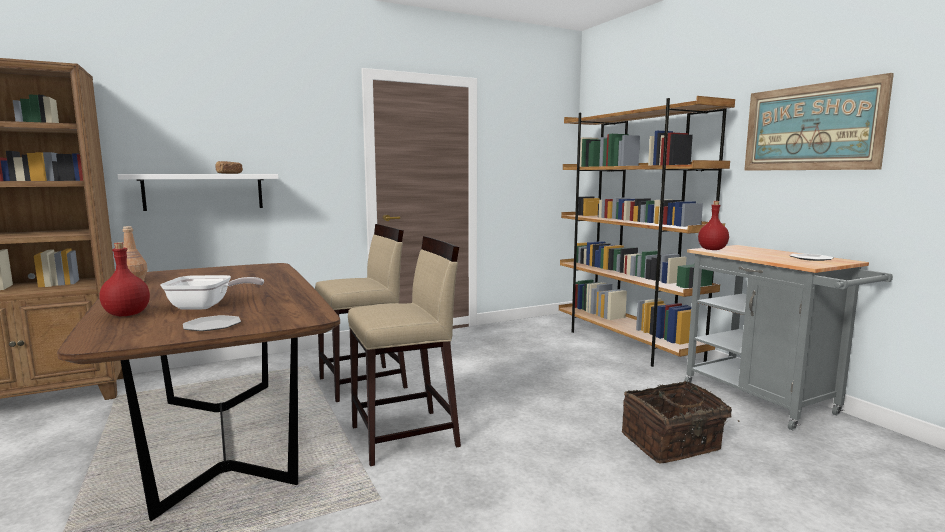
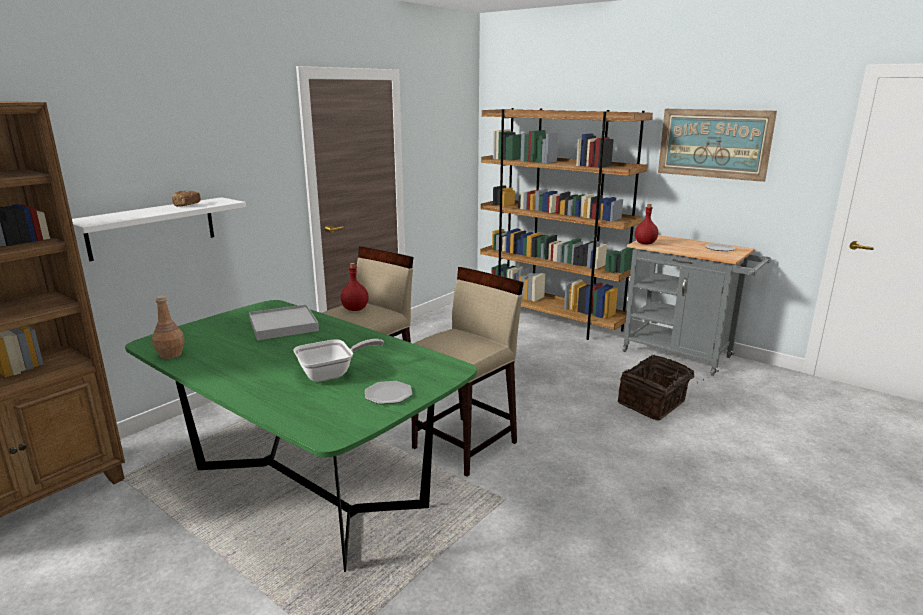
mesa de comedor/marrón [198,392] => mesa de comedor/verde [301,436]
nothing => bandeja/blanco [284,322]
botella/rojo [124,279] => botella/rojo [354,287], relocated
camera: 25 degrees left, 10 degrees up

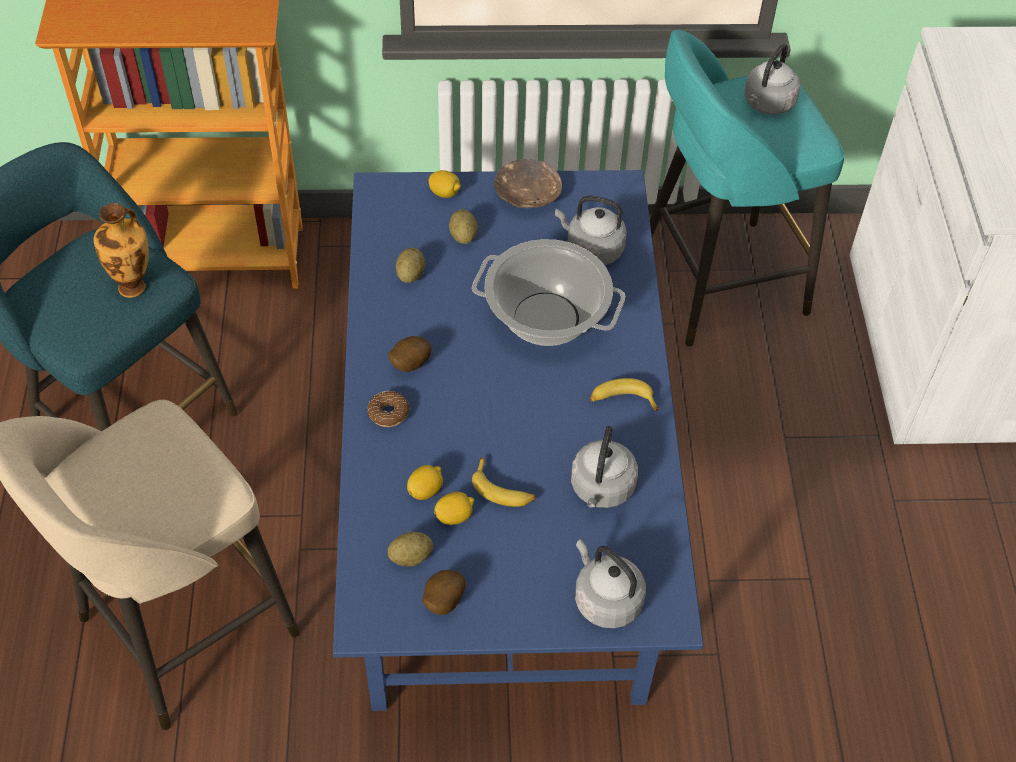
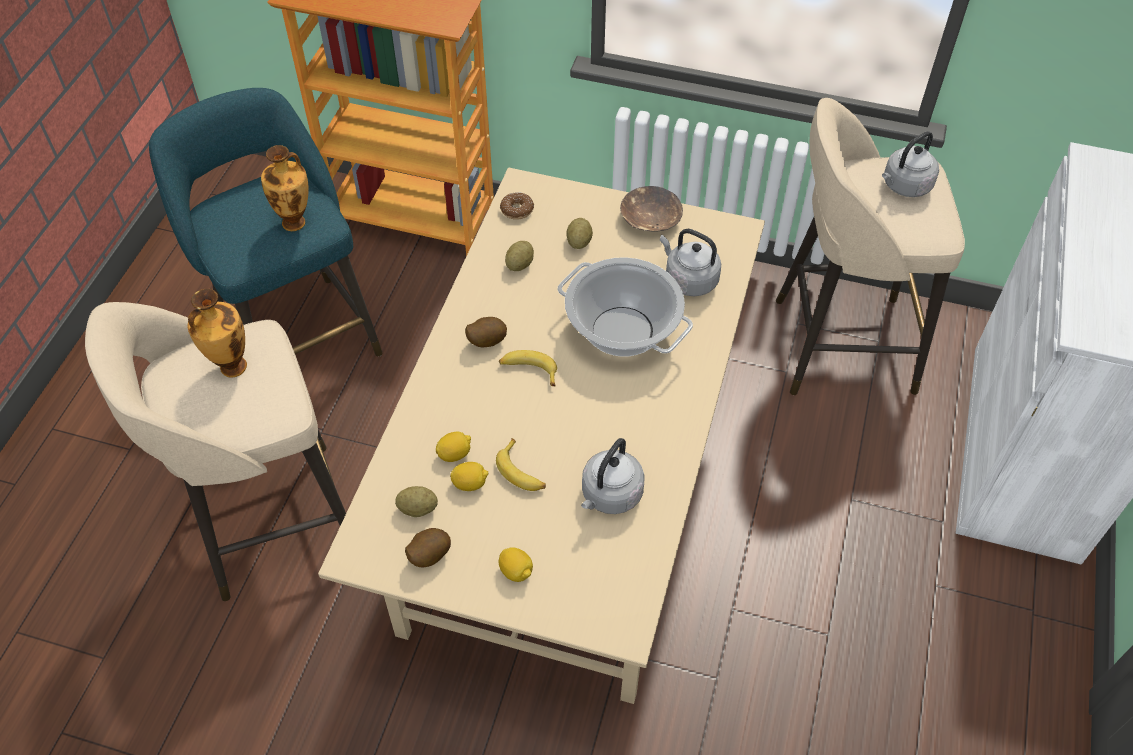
nothing => florero [217,333]
mesa de comedor/azul [518,440] => mesa de comedor/beis [541,435]
plátano [624,394] => plátano [528,368], relocated
limón [445,184] => limón [516,564], relocated
rosquilla [389,409] => rosquilla [517,206], relocated
taburete/turquesa [747,188] => taburete/beis [870,246]
hervidor/gris [610,583] => nothing
camera: 20 degrees right, 0 degrees up

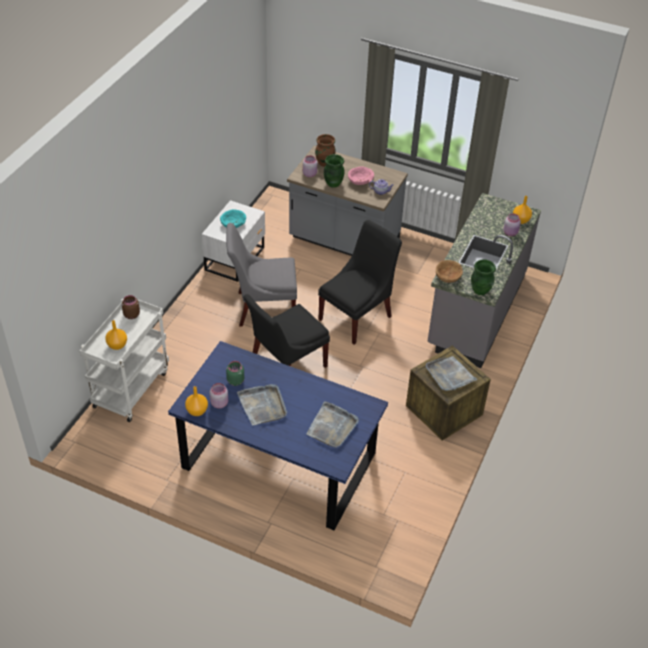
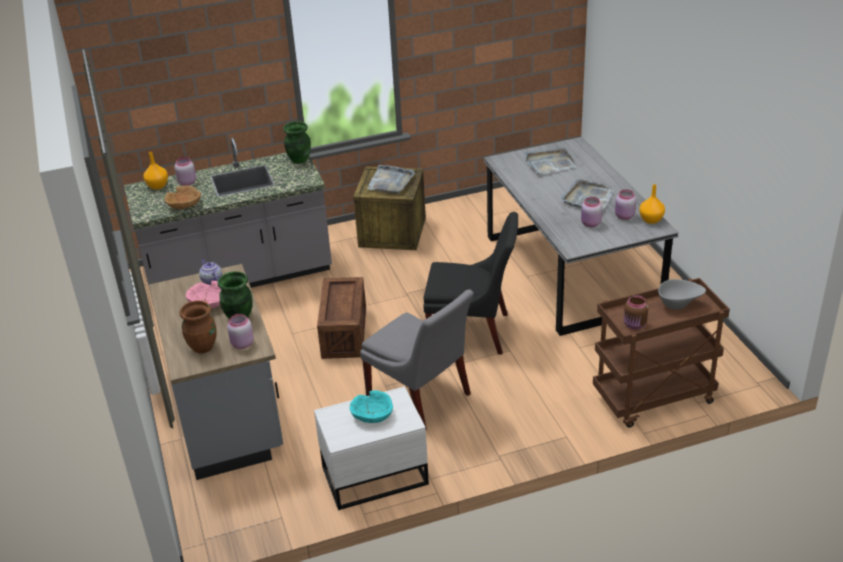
cuenco/marrón [449,271] => cuenco/marrón [182,197], relocated
silla/negro [360,282] => caja de embalaje [341,318]
mesa de comedor/azul [278,435] => mesa de comedor/gris [581,236]
tarro/verde [235,373] => tarro/rosa [591,212]
carrito/blanco [124,360] => carrito/marrón [661,353]
florero/naranja [116,335] => cuenco/gris [682,294]
camera: 130 degrees left, 10 degrees down

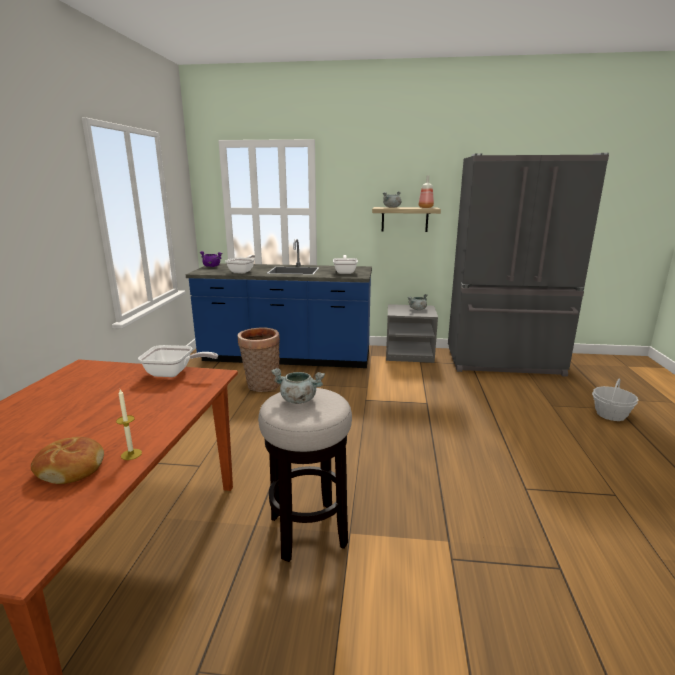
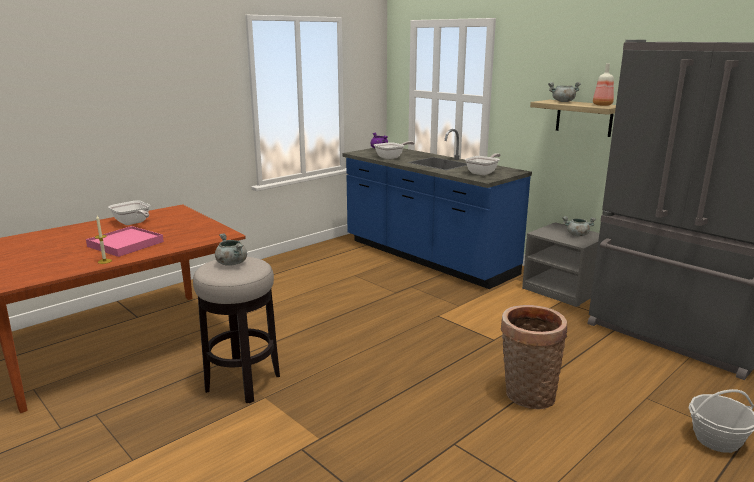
nothing => bandeja/rosa [125,241]
sartén [178,361] => sartén [129,212], relocated
cesta [259,359] => cesta [534,357], relocated
pan [67,460] => nothing
camera: 40 degrees right, 0 degrees up

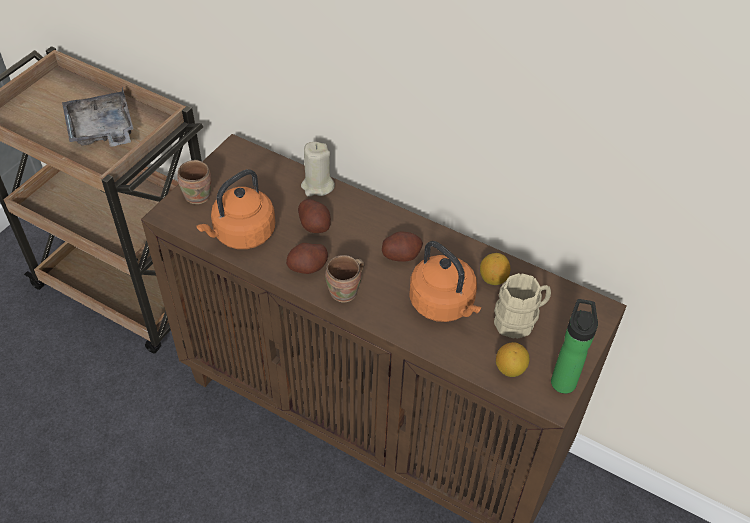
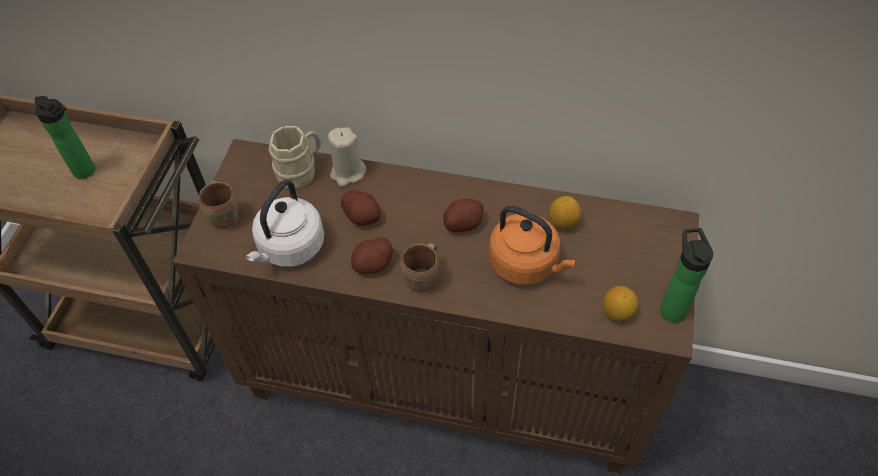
bandeja/gris [97,117] => botella [65,137]
hervidor/naranja [236,209] => hervidor/blanco [285,223]
taza grande/beis [522,306] => taza grande/beis [295,157], relocated
camera: 15 degrees left, 5 degrees up

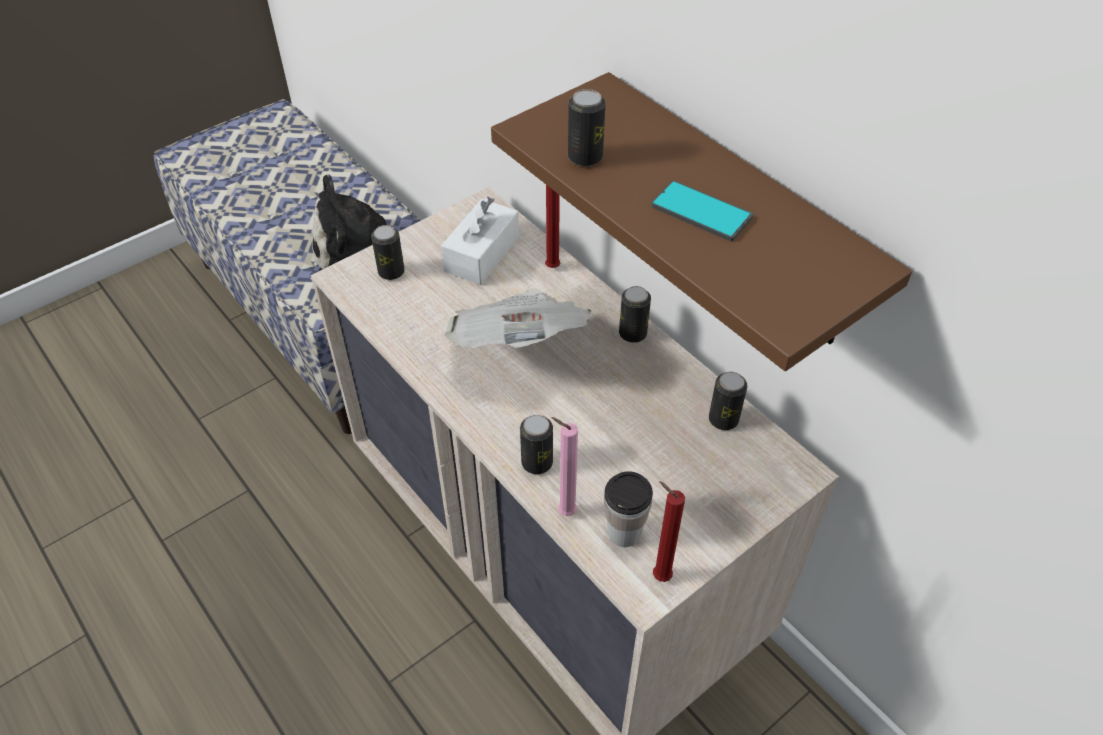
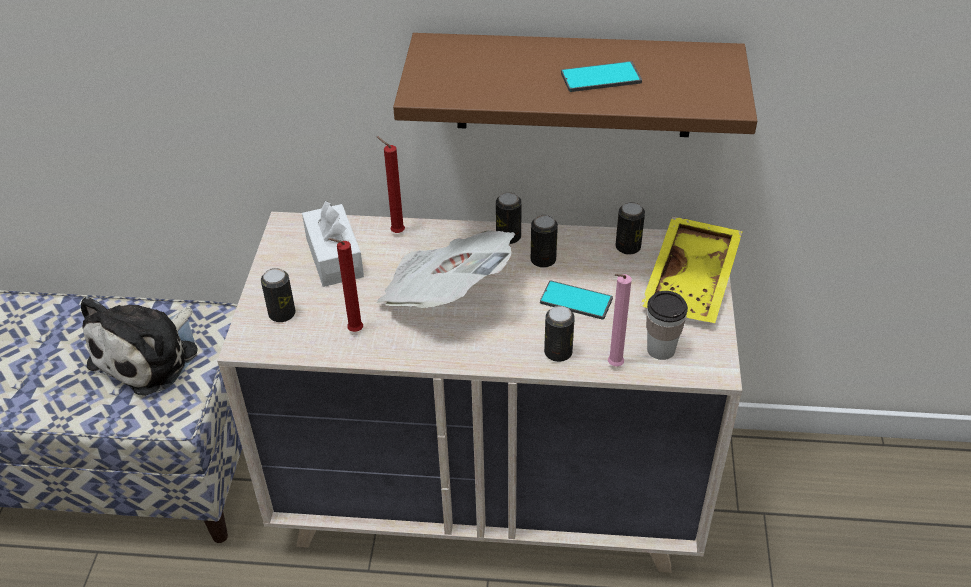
vela/rojo [669,531] => vela/rojo [346,285], relocated
lata [587,128] => lata [544,241], relocated
nothing => móvil [576,300]
nothing => bandeja/amarillo [691,269]
camera: 45 degrees left, 5 degrees down

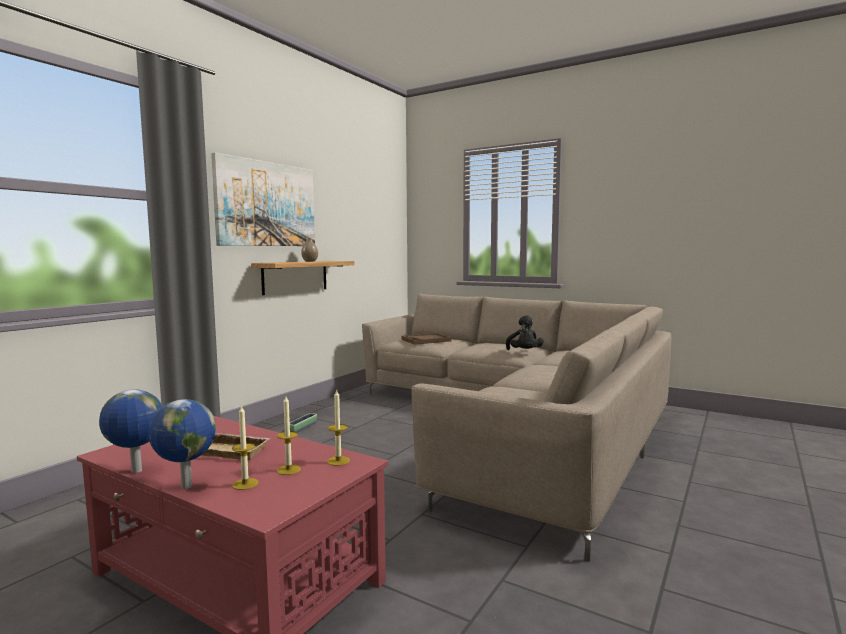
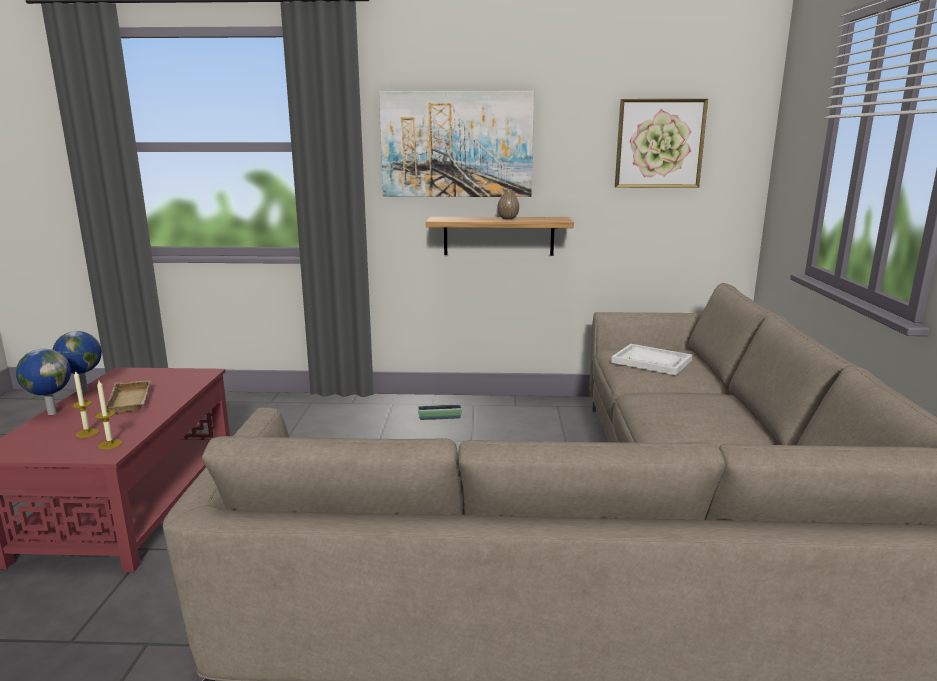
bandeja/marrón [426,339] => bandeja/blanco [651,359]
nothing => cuadro [661,143]
vela [245,447] => nothing
peluche/negro [525,332] => nothing
camera: 60 degrees right, 10 degrees up

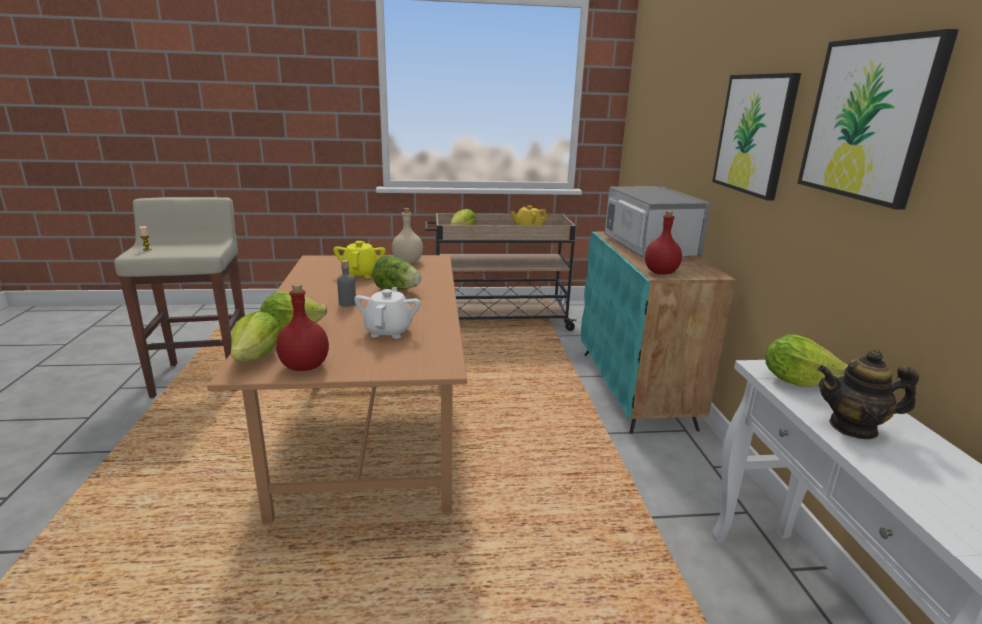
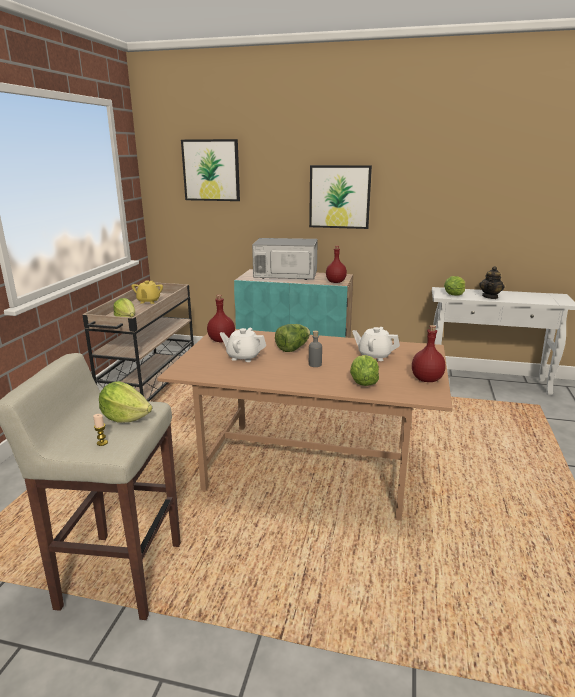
lechuga [255,336] => lechuga [125,401], relocated
cuadro [878,119] => cuadro [210,170], relocated
botella/beis [407,235] => botella/rojo [221,318]
tetera/amarillo [359,259] => tetera/blanco [243,345]
camera: 70 degrees left, 0 degrees up

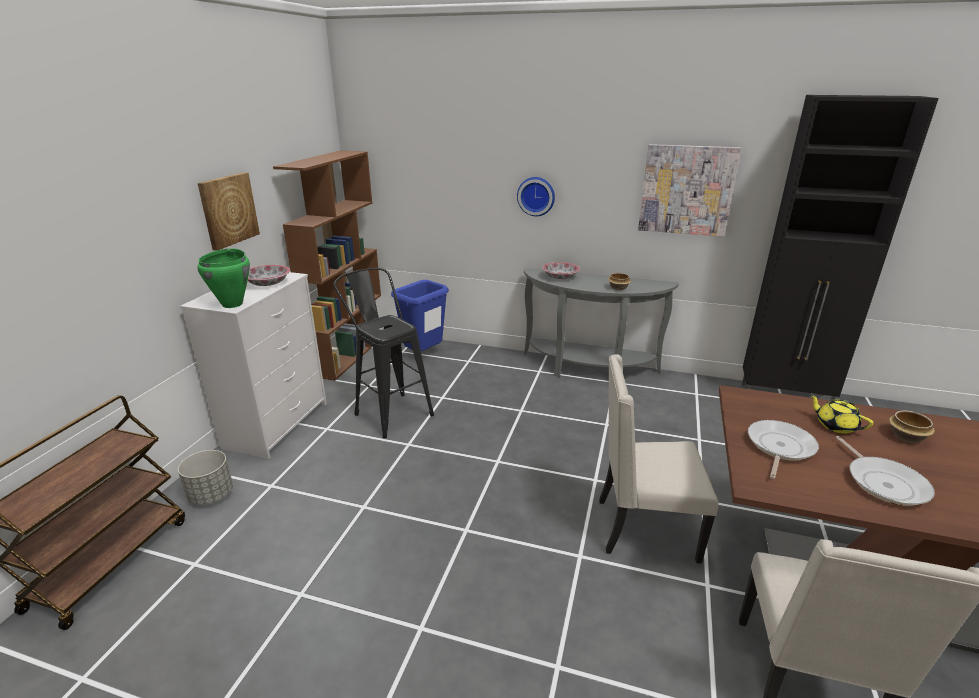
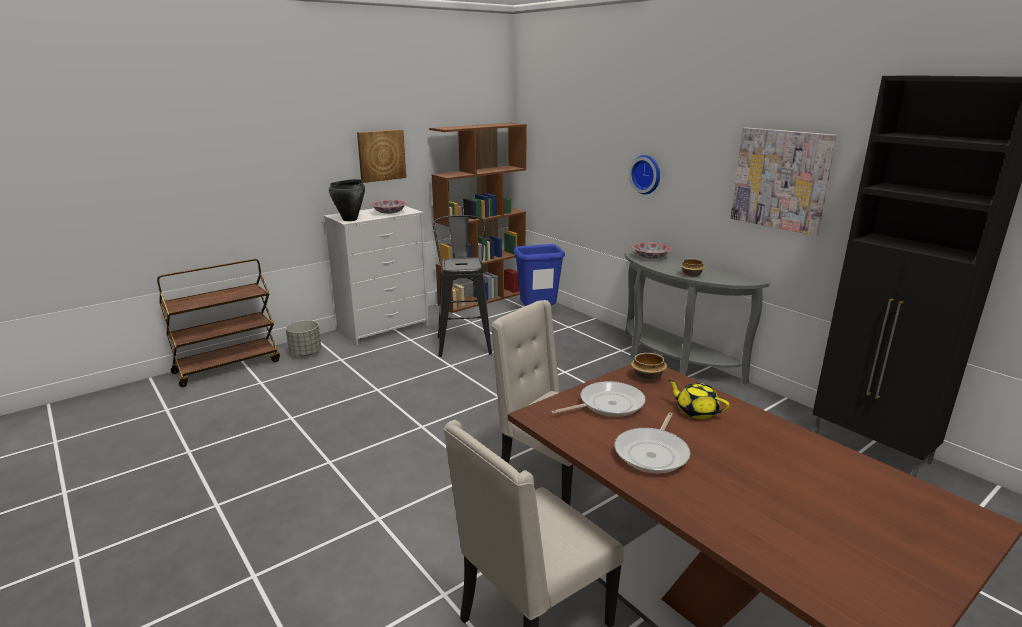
olla/verde [224,278] => olla/negro [347,200]
cuenco [912,426] => cuenco [649,367], relocated
tetera/amarillo [841,414] => tetera/amarillo [699,399], 45 degrees counterclockwise
camera: 35 degrees right, 5 degrees down

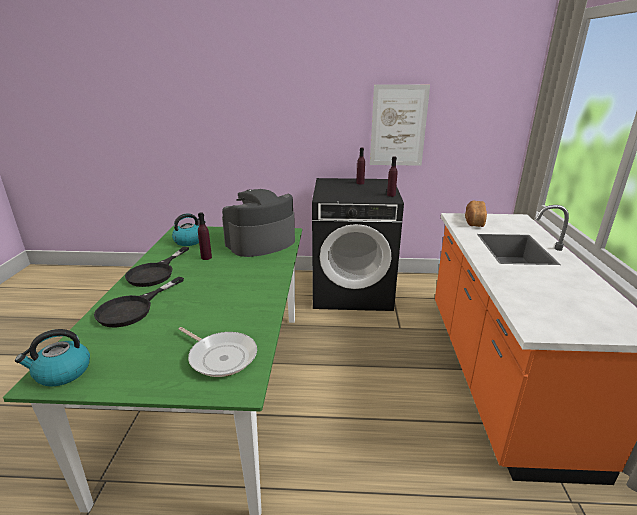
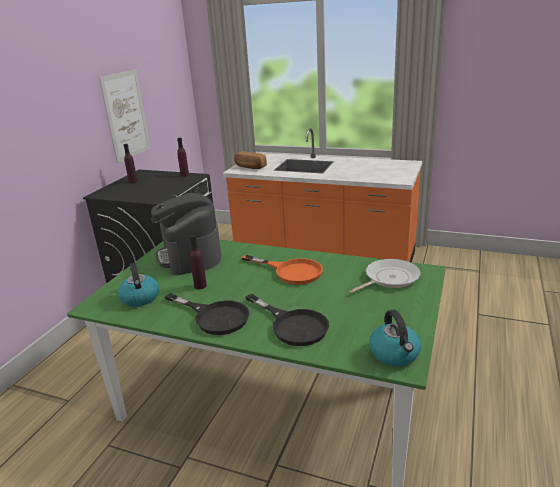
nothing => sartén/naranja [282,270]
camera: 70 degrees left, 0 degrees up

